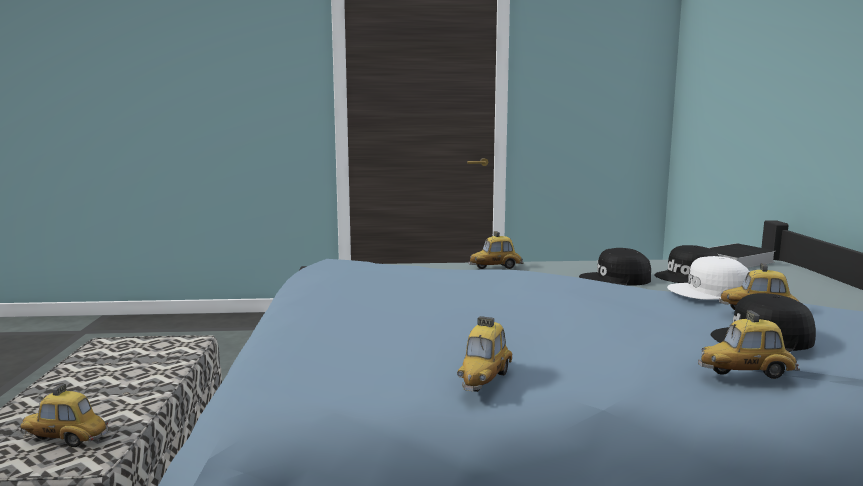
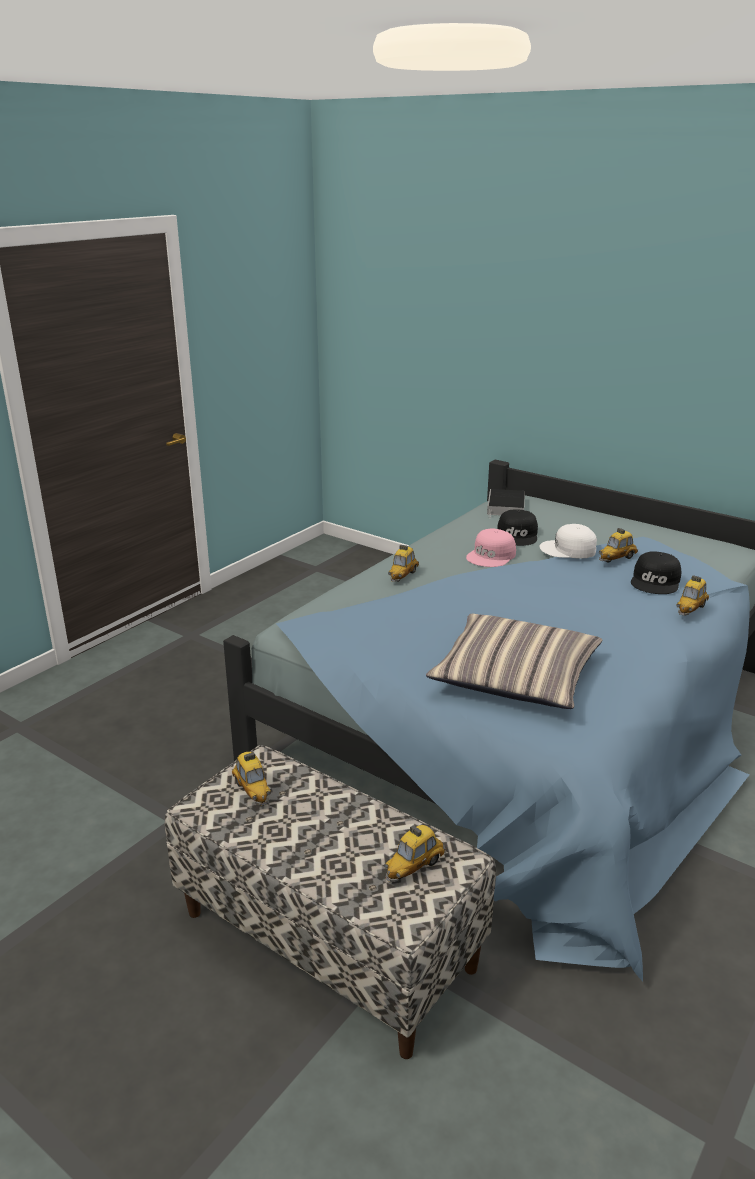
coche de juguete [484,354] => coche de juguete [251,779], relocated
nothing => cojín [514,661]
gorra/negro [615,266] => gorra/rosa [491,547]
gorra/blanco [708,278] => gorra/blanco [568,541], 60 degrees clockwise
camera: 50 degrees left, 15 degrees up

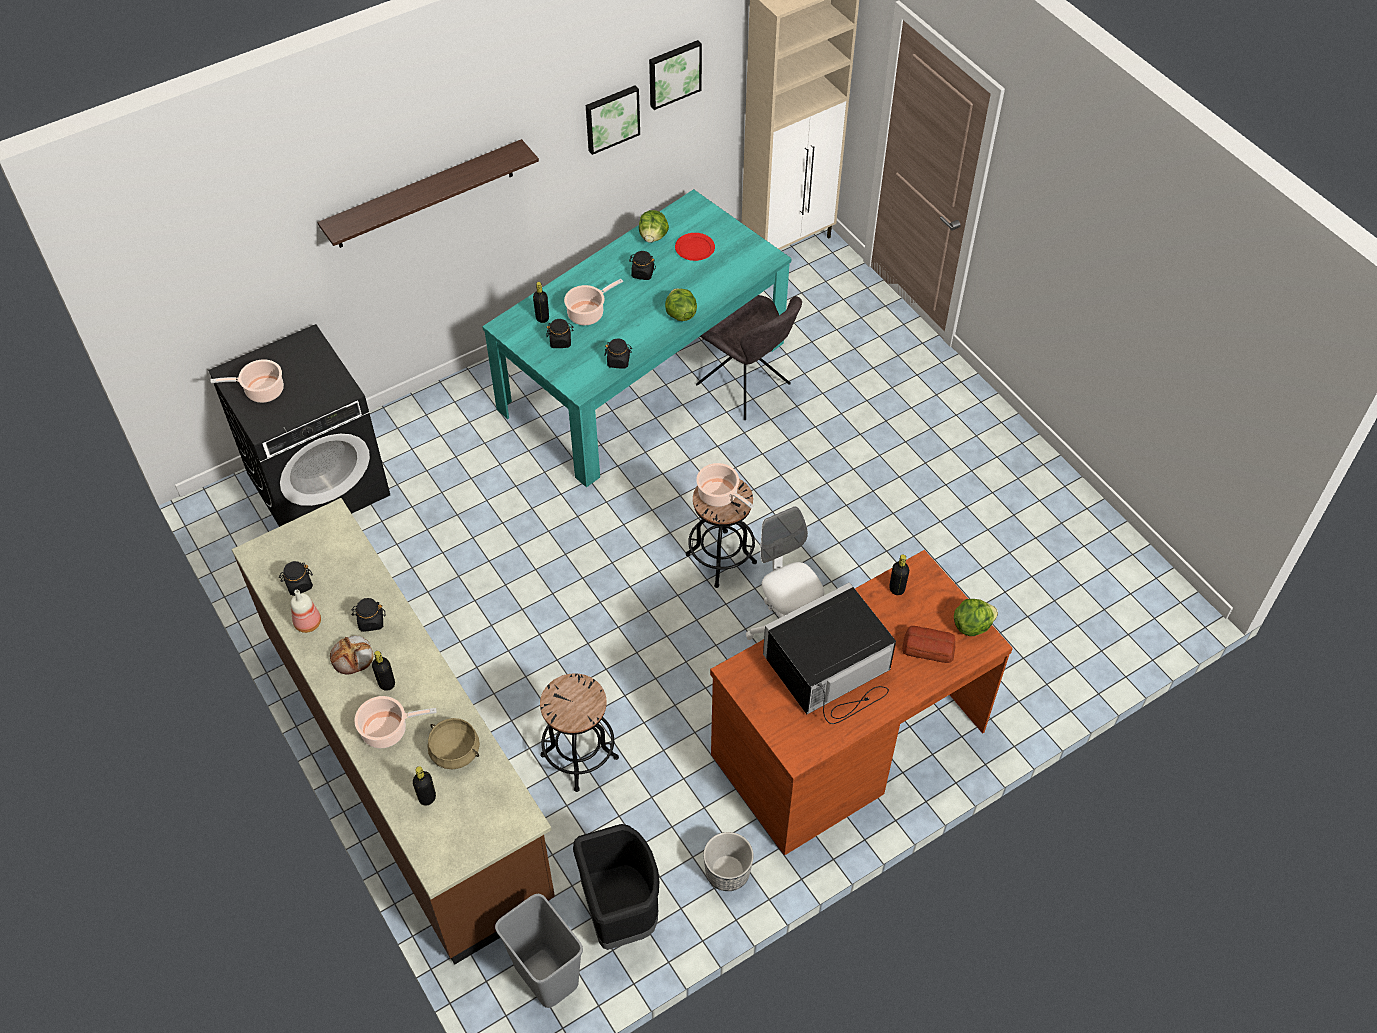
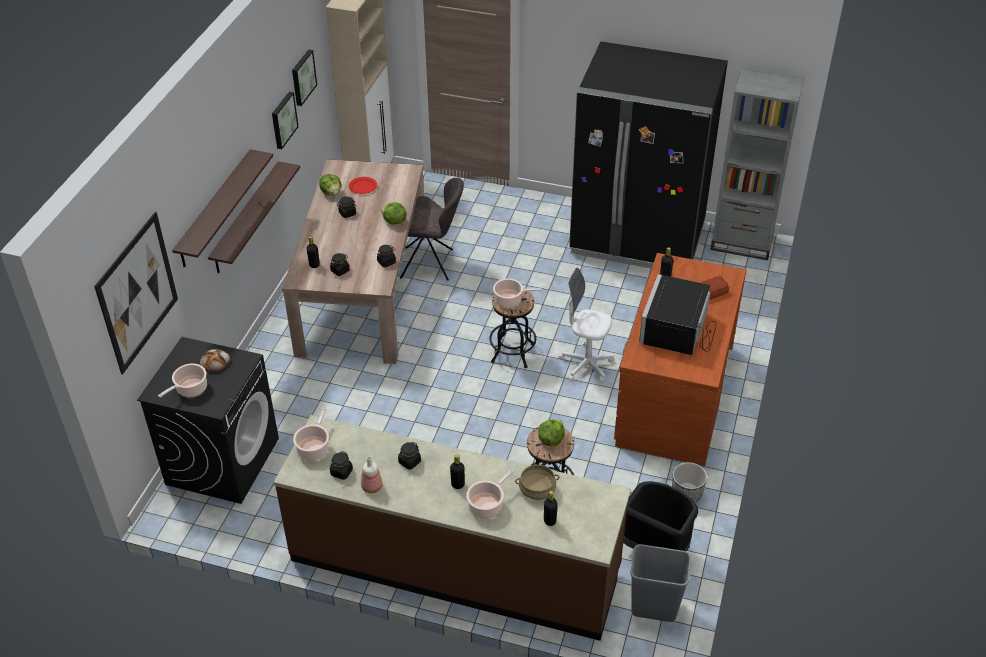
nothing => cuadro [136,293]
pan [351,655] => pan [215,361], relocated
nothing => estante [254,217]
mesa de comedor/turquesa [637,338] => mesa de comedor/beis [353,261]
olla [593,302] => olla [311,434], relocated
lechuga [976,617] => lechuga [551,432], relocated
nothing => nevera/negro [648,155]
nothing => estantería/gris [757,164]
camera: 40 degrees left, 10 degrees down

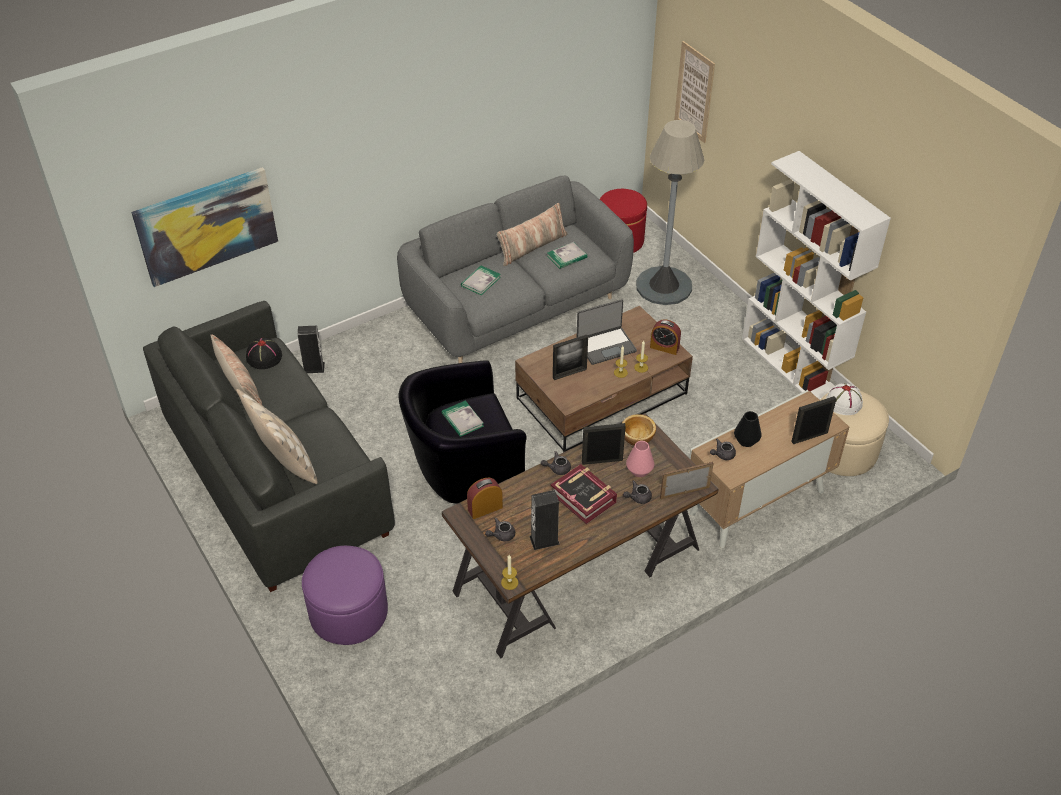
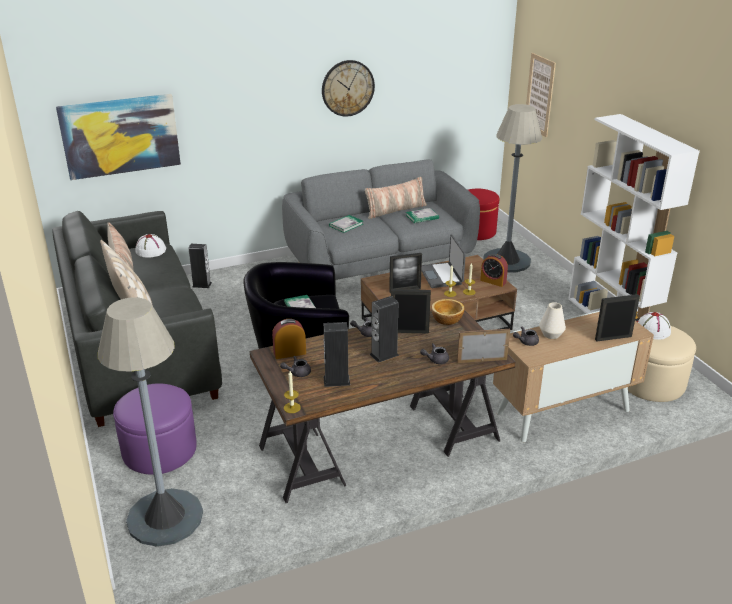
nothing => lámpara de pie/gris [150,422]
sombrero/negro [264,353] => sombrero/blanco [150,245]
nothing => reloj de pared [348,88]
libro [584,494] => altavoz [384,329]
portátil [606,332] => portátil [444,261], 90 degrees clockwise
florero/negro [748,429] => florero/blanco [552,320]
florero/rosa [640,459] => nothing
camera: 10 degrees right, 15 degrees down

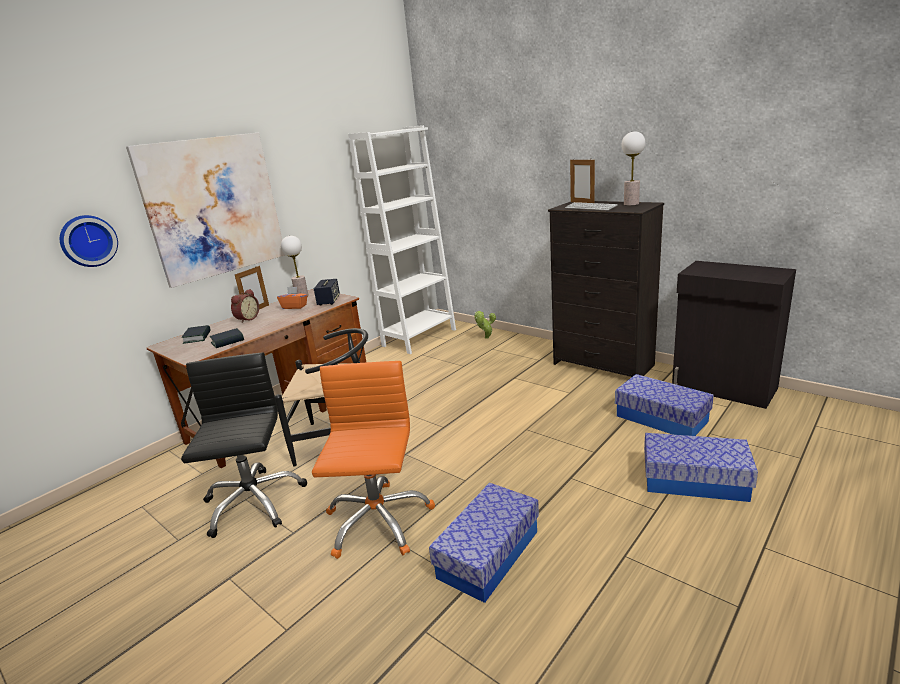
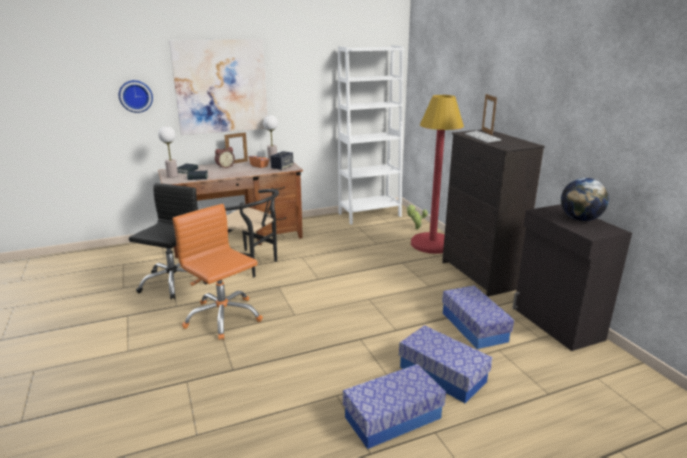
lámpara de mesa [633,168] => lámpara de mesa [168,152], relocated
silla de oficina/naranja [373,460] => silla de oficina/naranja [217,272], 75 degrees counterclockwise
caja de almacenaje [484,543] => caja de almacenaje [394,406], relocated
nothing => lámpara de pie/rojo [437,174]
nothing => globo terráqueo [585,199]
camera: 25 degrees right, 0 degrees up

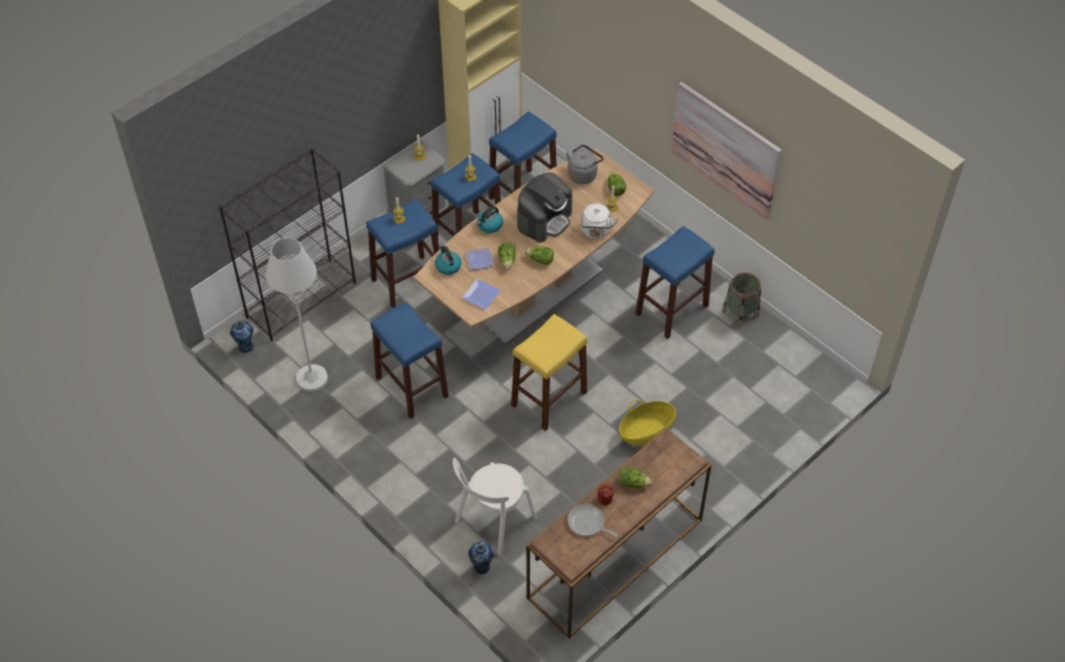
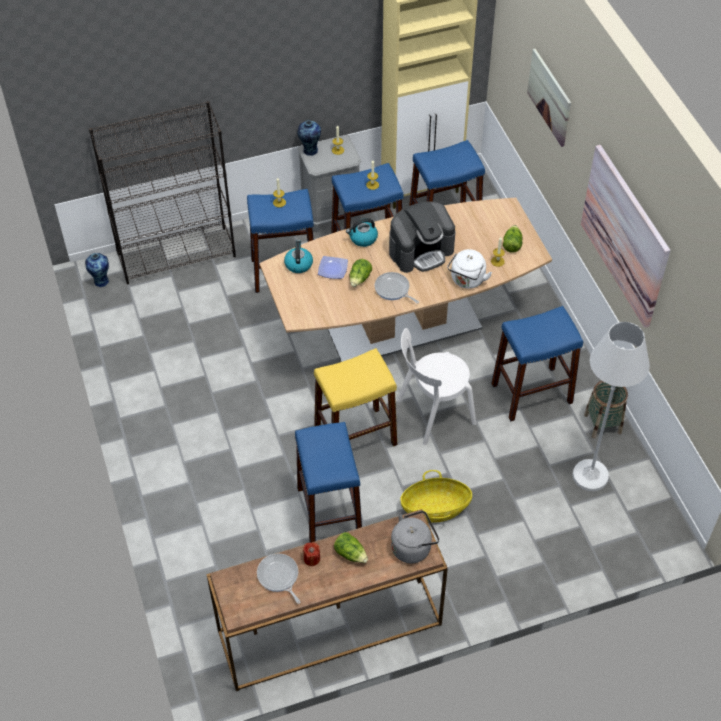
taburete/azul [410,360] => taburete/azul [328,482], relocated
florero [481,557] => florero [309,138], relocated
lechuga [539,255] => sartén [397,287]
hervidor/gris [585,164] => hervidor/gris [415,537], relocated
silla/blanco [495,507] => silla/blanco [436,386], relocated
nothing => cuadro [549,98]
lámpara de pie/blanco [296,315] => lámpara de pie/blanco [611,406], relocated
plato [481,294] => nothing
camera: 25 degrees right, 0 degrees up

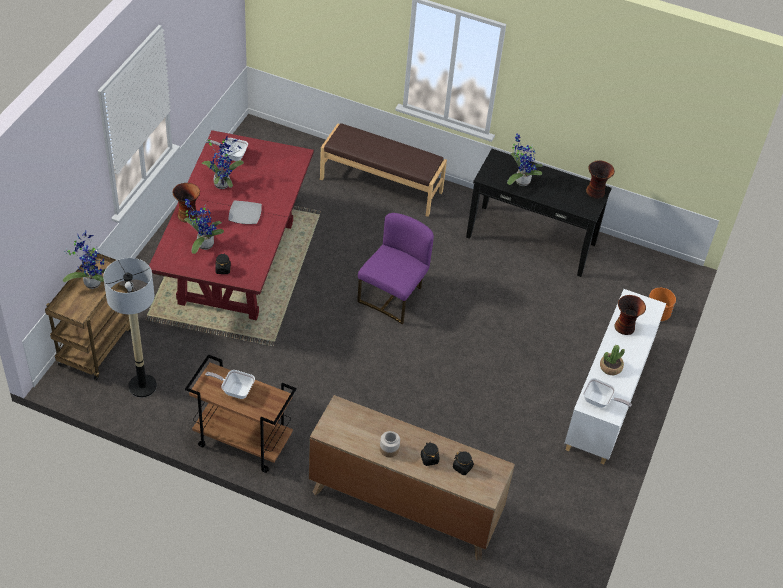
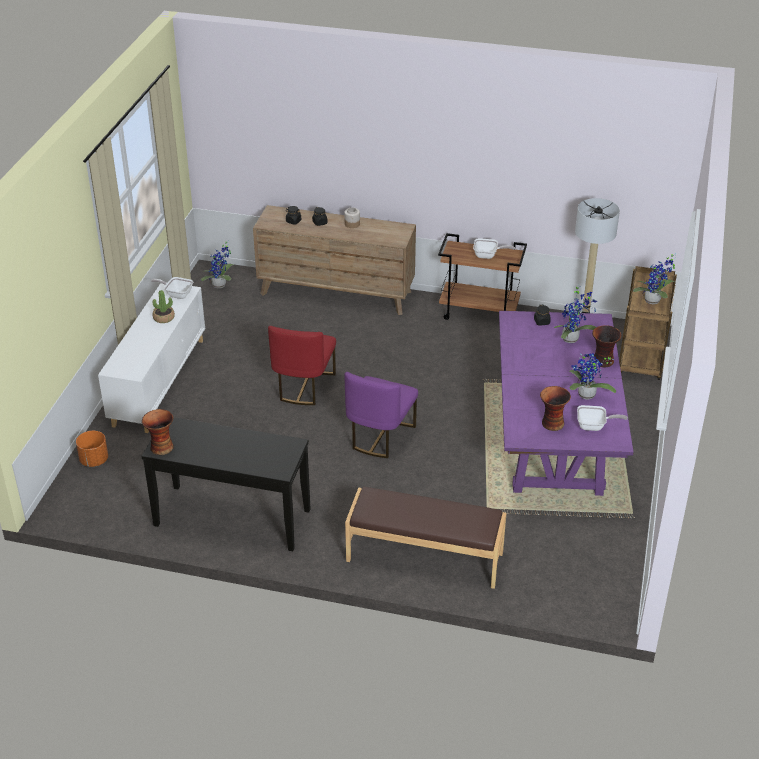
planta en maceta [525,159] => planta en maceta [217,264], relocated
nothing => silla/rojo [302,365]
mesa de comedor/rojo [231,225] => mesa de comedor/morado [566,403]
florero [630,315] => florero [555,408], relocated
plato [245,212] => nothing
camera: 175 degrees right, 10 degrees down

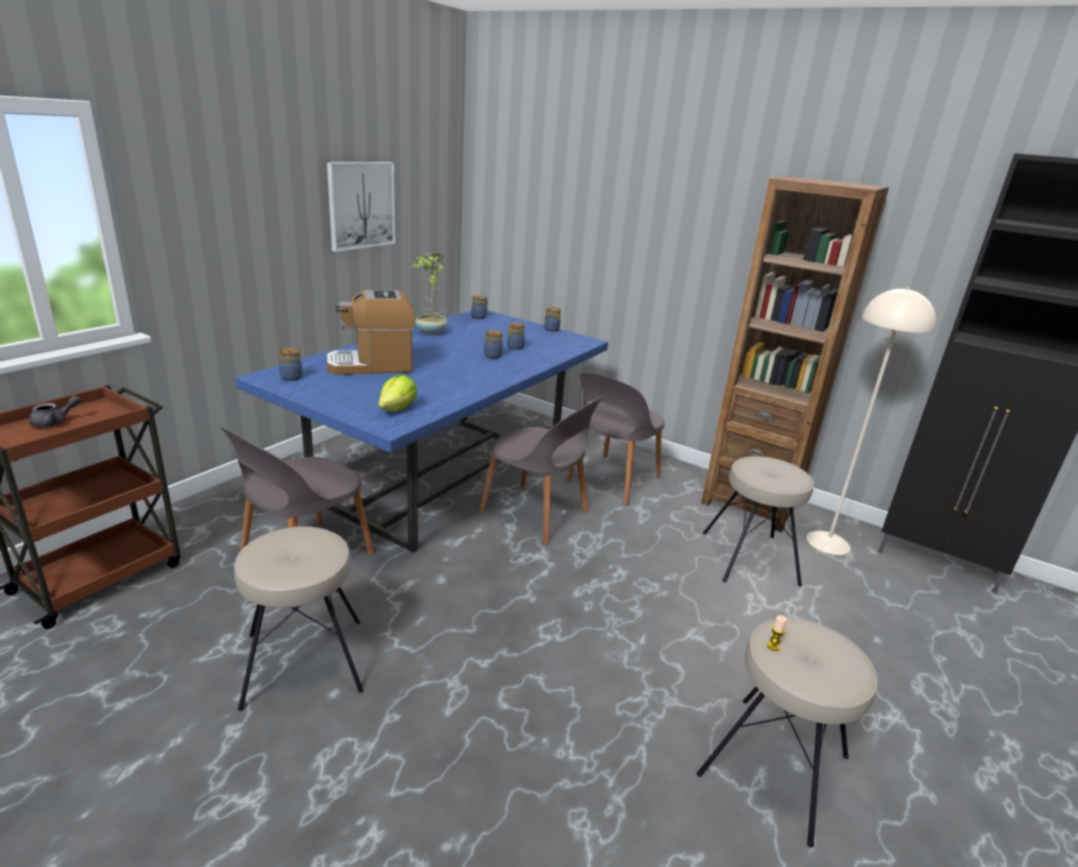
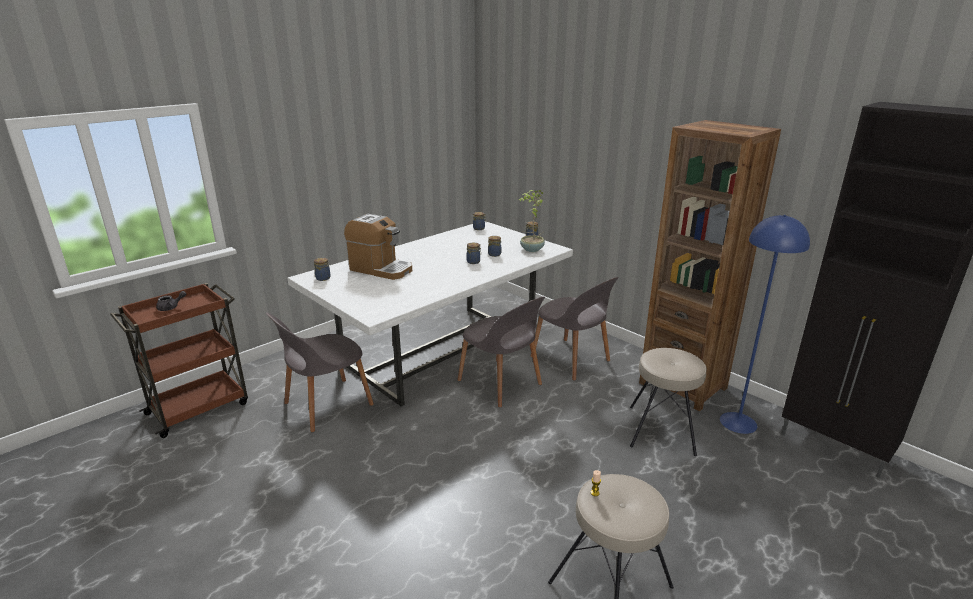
mesa de comedor/azul [421,432] => mesa de comedor/blanco [430,313]
cafetera [371,332] => cafetera [378,247], 150 degrees counterclockwise
planta en maceta [429,294] => planta en maceta [532,221], relocated
silla/gris [615,438] => silla/gris [574,329], 90 degrees counterclockwise
lámpara de pie/beis [871,421] => lámpara de pie/azul [765,324]
taburete/beis [299,618] => nothing
cuadro [361,207] => nothing
lechuga [397,393] => nothing
camera: 15 degrees right, 0 degrees up

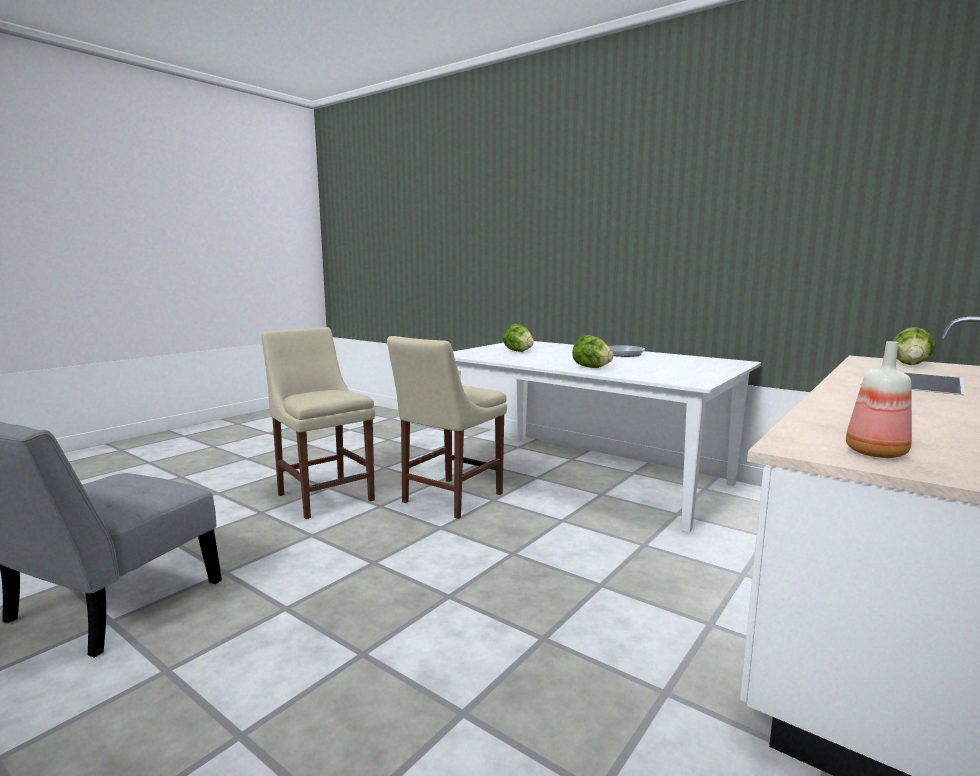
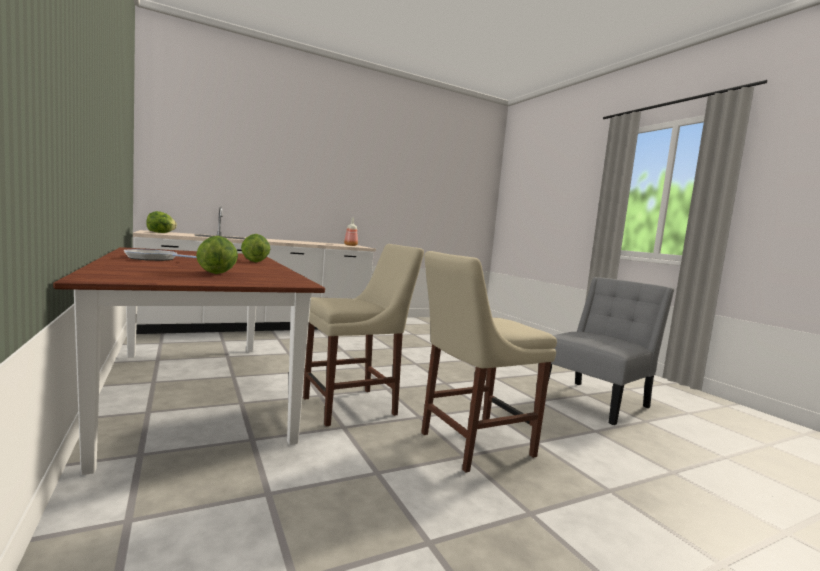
mesa de comedor/blanco [606,437] => mesa de comedor/marrón [189,361]
silla/beis [318,423] => silla/beis [489,362], 75 degrees clockwise
camera: 155 degrees left, 5 degrees down

